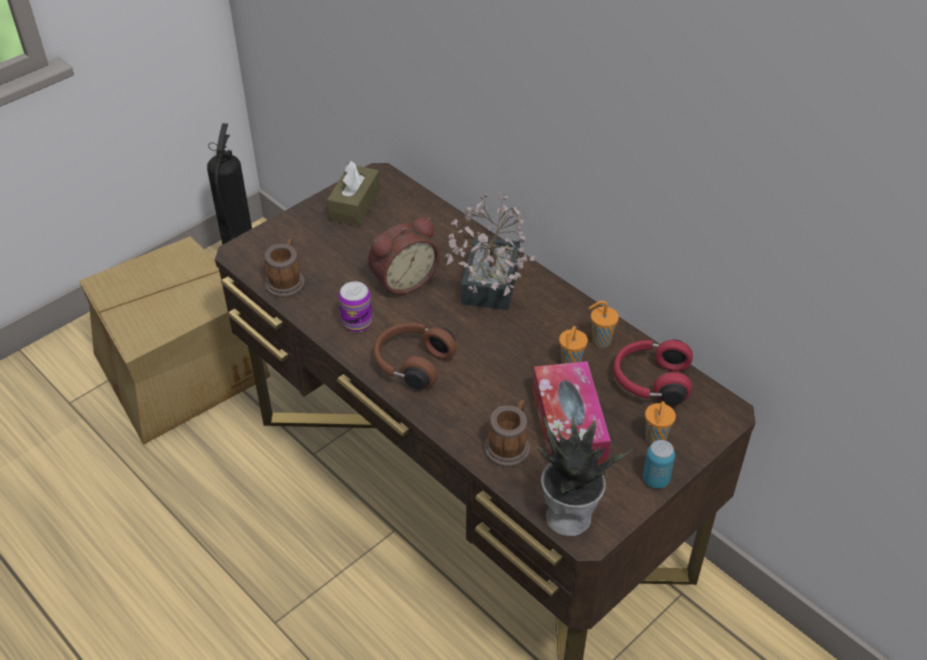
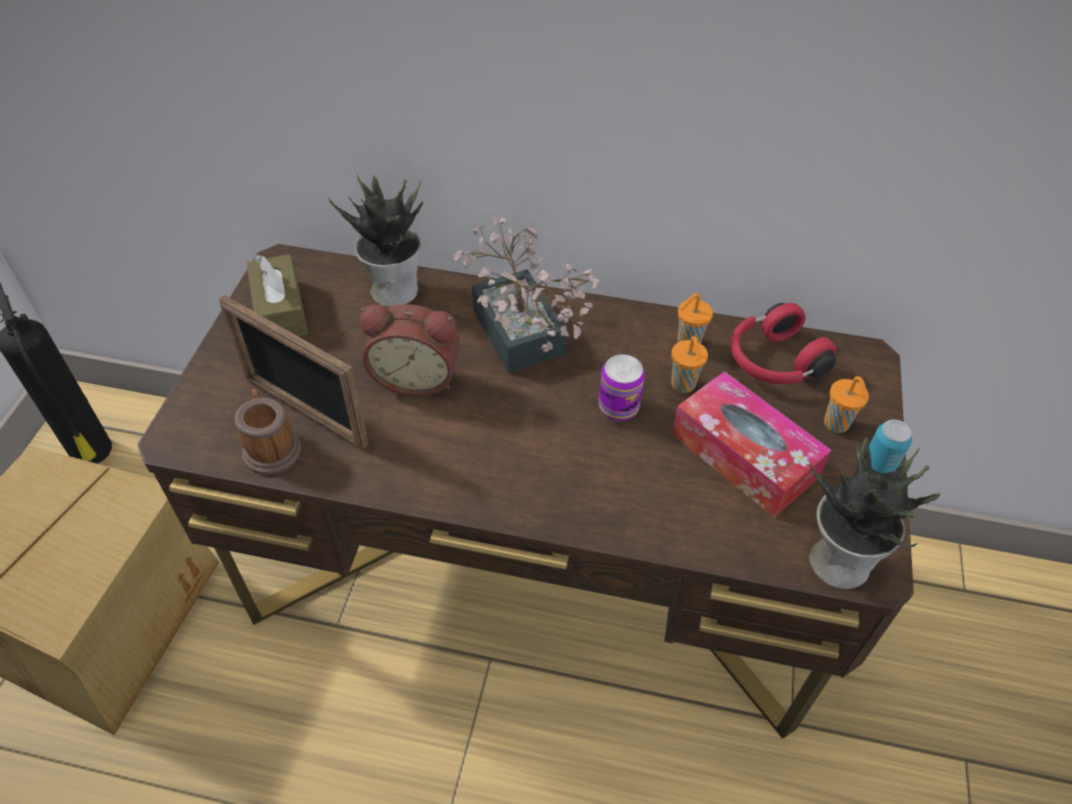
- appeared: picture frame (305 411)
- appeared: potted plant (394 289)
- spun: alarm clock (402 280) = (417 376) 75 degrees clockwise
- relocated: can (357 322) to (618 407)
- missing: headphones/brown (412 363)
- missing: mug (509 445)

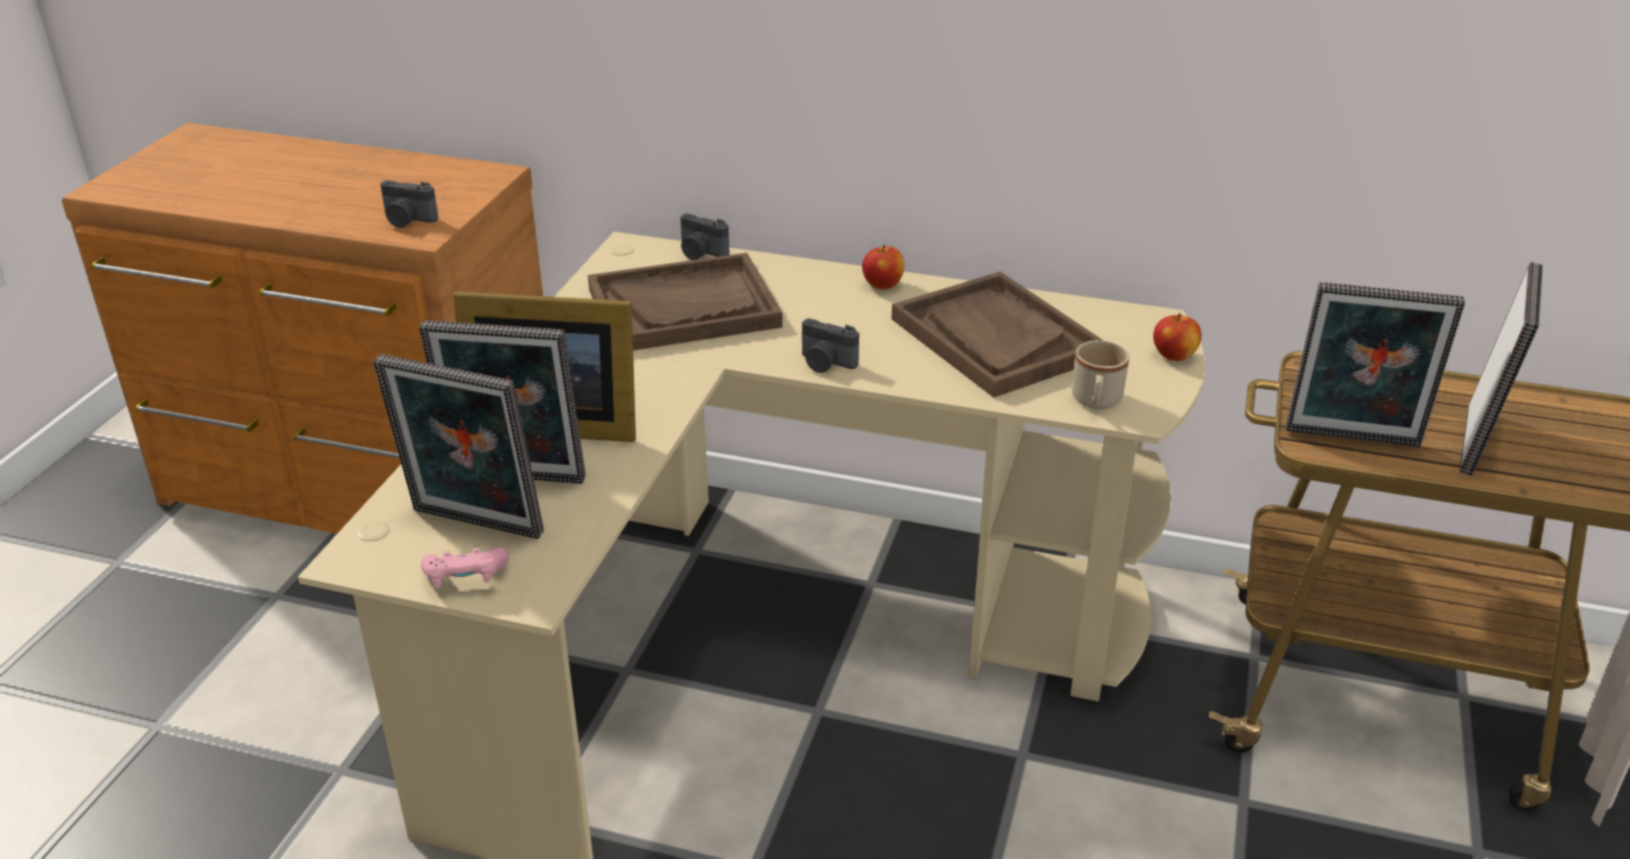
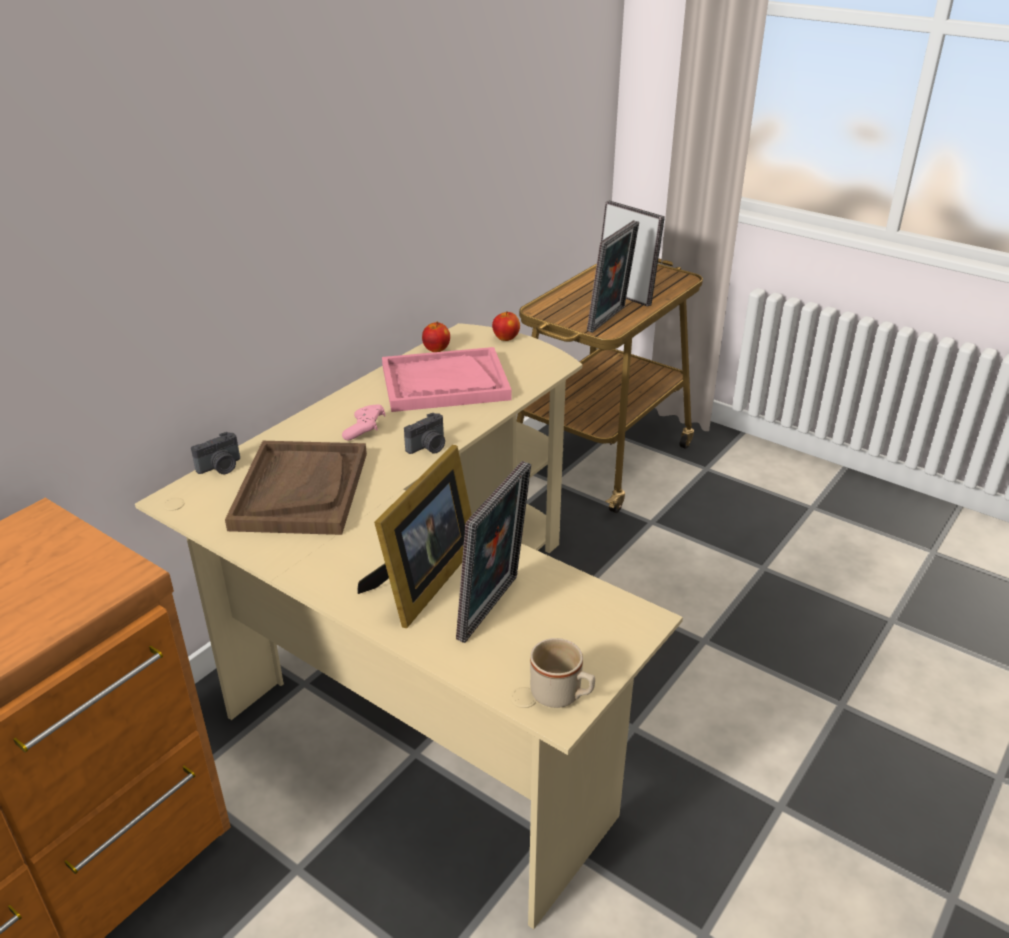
- relocated: game controller/pink (466 580) to (365 430)
- colour: tray/brown (995 338) to tray/pink (444 383)
- relocated: apple (882 285) to (436 349)
- relocated: mug/beige (1096 402) to (562 695)
- missing: picture frame (473 526)
- missing: photo camera (407 220)

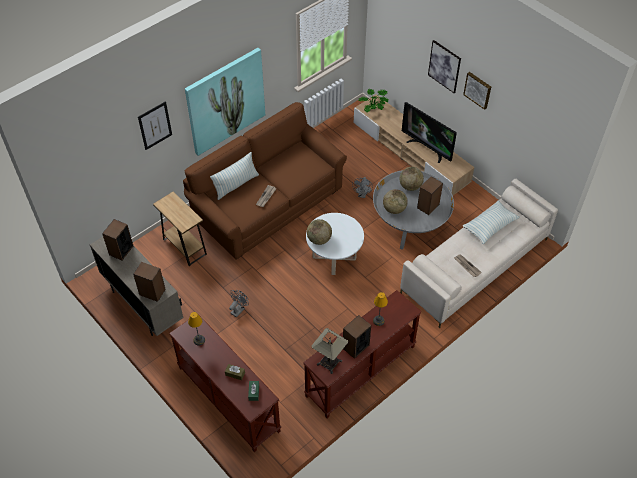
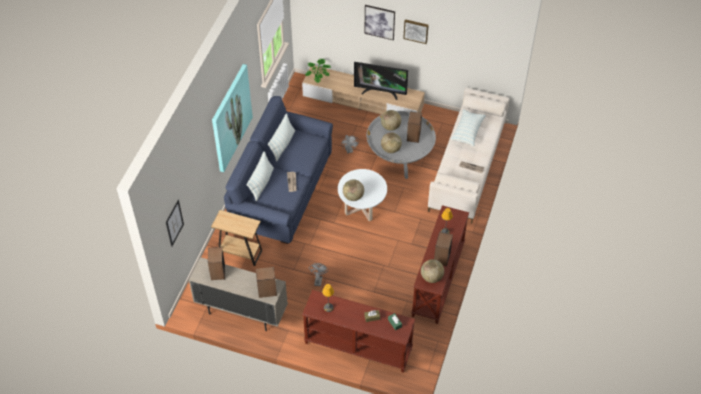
- relocated: picture (155 125) to (174 223)
- colour: sofa/brown (268 205) to sofa/blue (282 190)
- appeared: pillow (282 145)
- exchanged: table lamp (329 362) to globe (431 277)

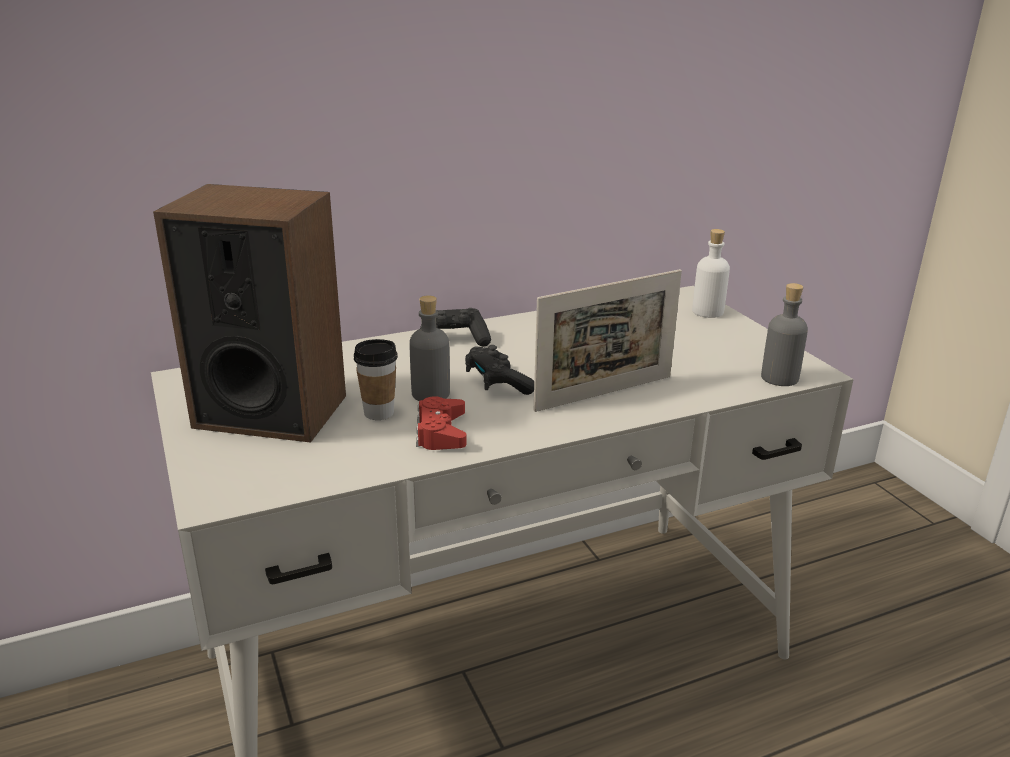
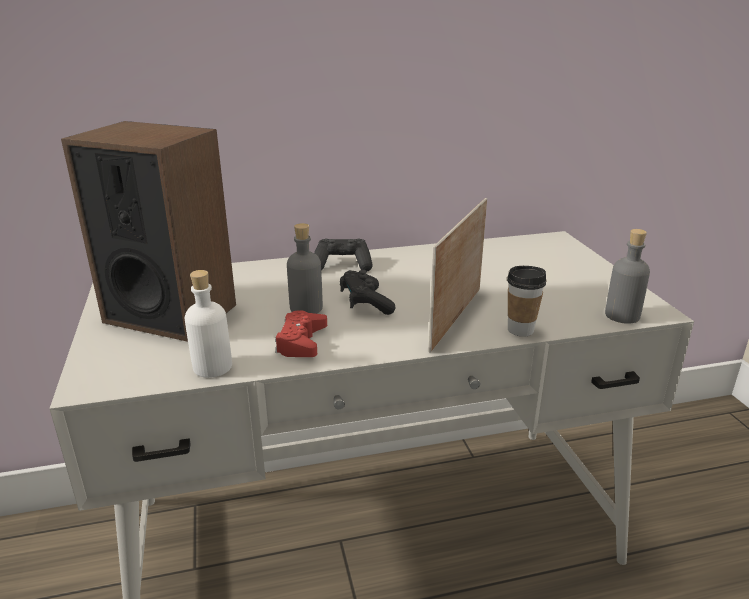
- relocated: bottle/white (707 311) to (212 367)
- spun: picture frame (604 393) = (456 318) 135 degrees clockwise
- relocated: cup (379 413) to (520 330)

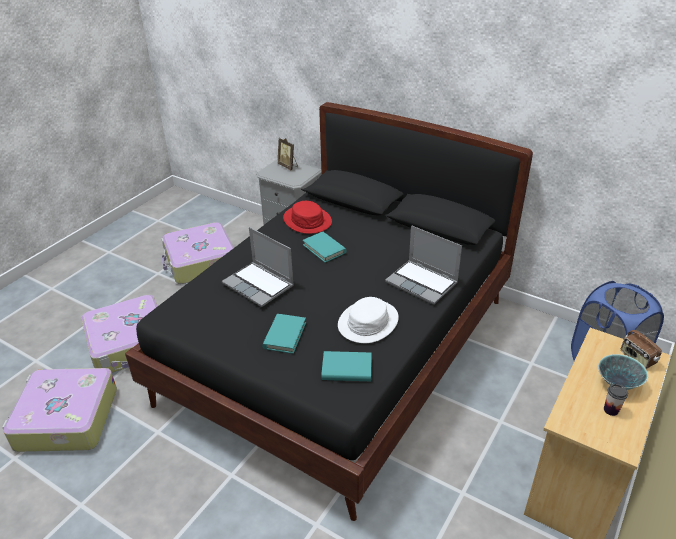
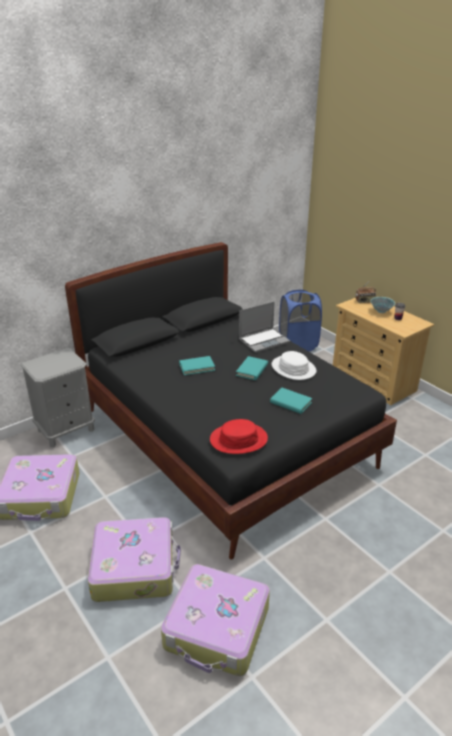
- relocated: hat/red (307 220) to (238 439)
- relocated: book/turquoise (346 369) to (252 370)
- missing: laptop (259 285)
- missing: picture frame (288 166)

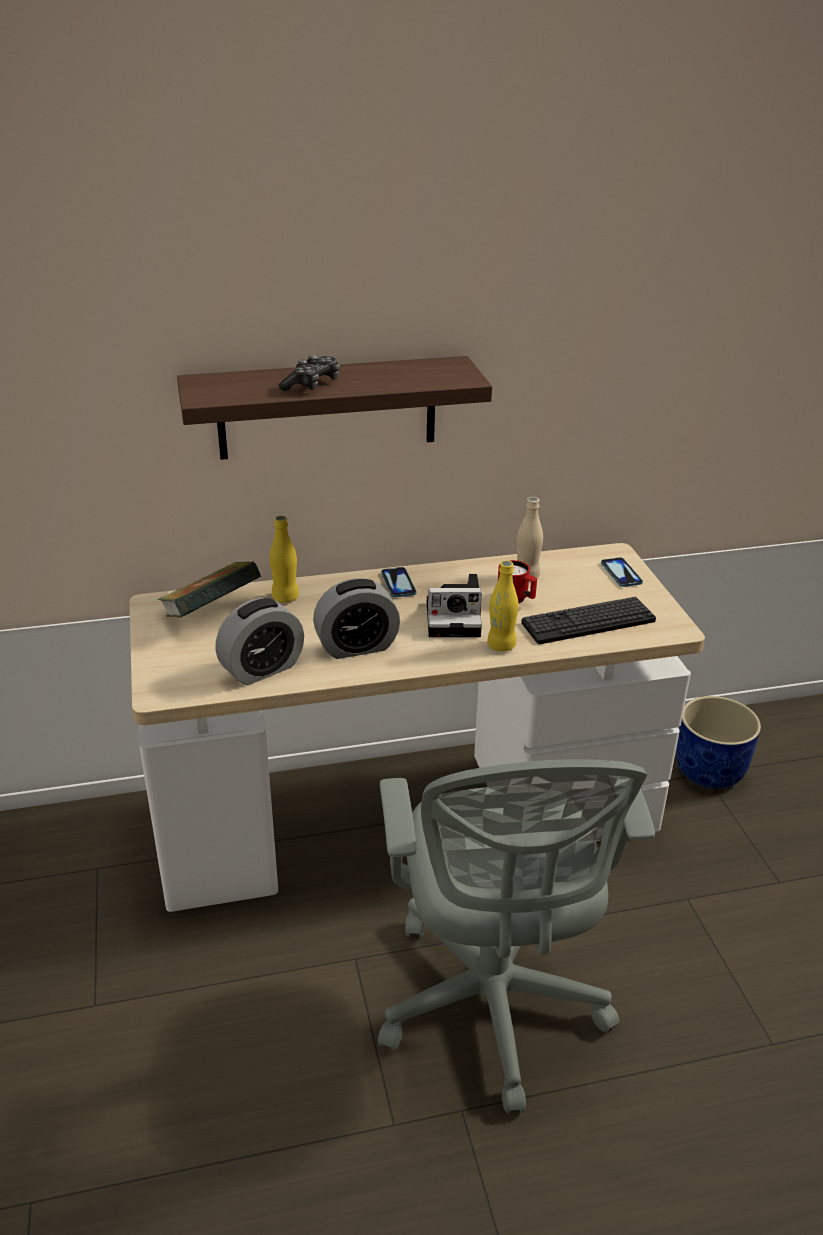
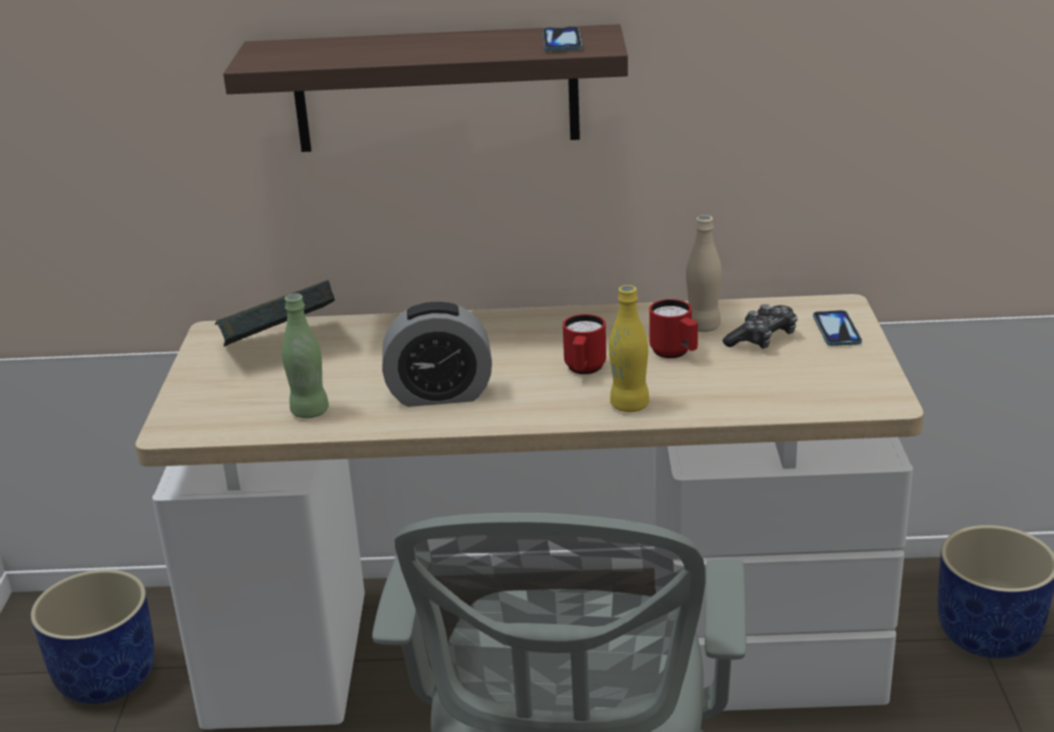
- appeared: planter/blue (107 677)
- exchanged: alarm clock (262 669) to bottle/green (309 412)
- relocated: phone (398 583) to (562 41)
- exchanged: photo camera (456 618) to mug/red (584 370)
- relocated: game controller (312 385) to (762 339)
- missing: bottle/yellow (285 597)
- missing: keyboard (588 622)

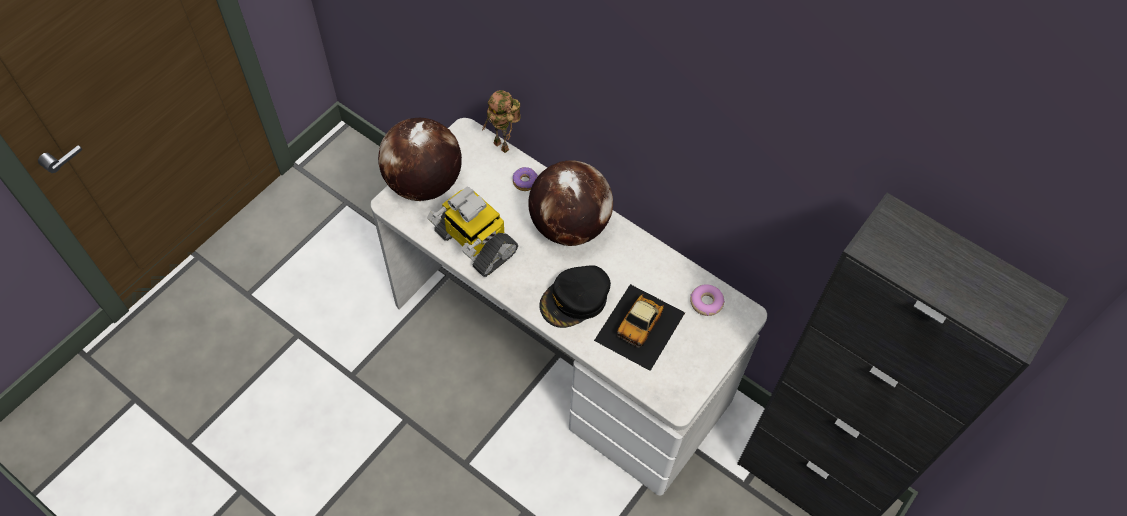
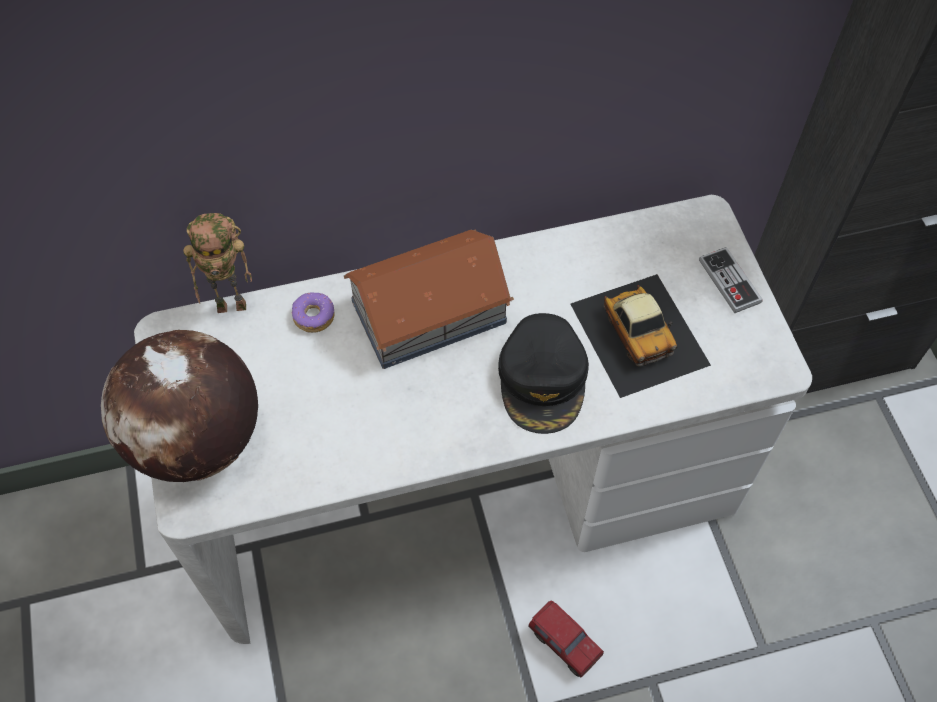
- exchanged: globe (569 225) to toy house (427 311)
- appeared: toy truck (564 644)
- appeared: game controller (729 281)
- missing: toy robot (474 243)
- missing: donut (706 302)

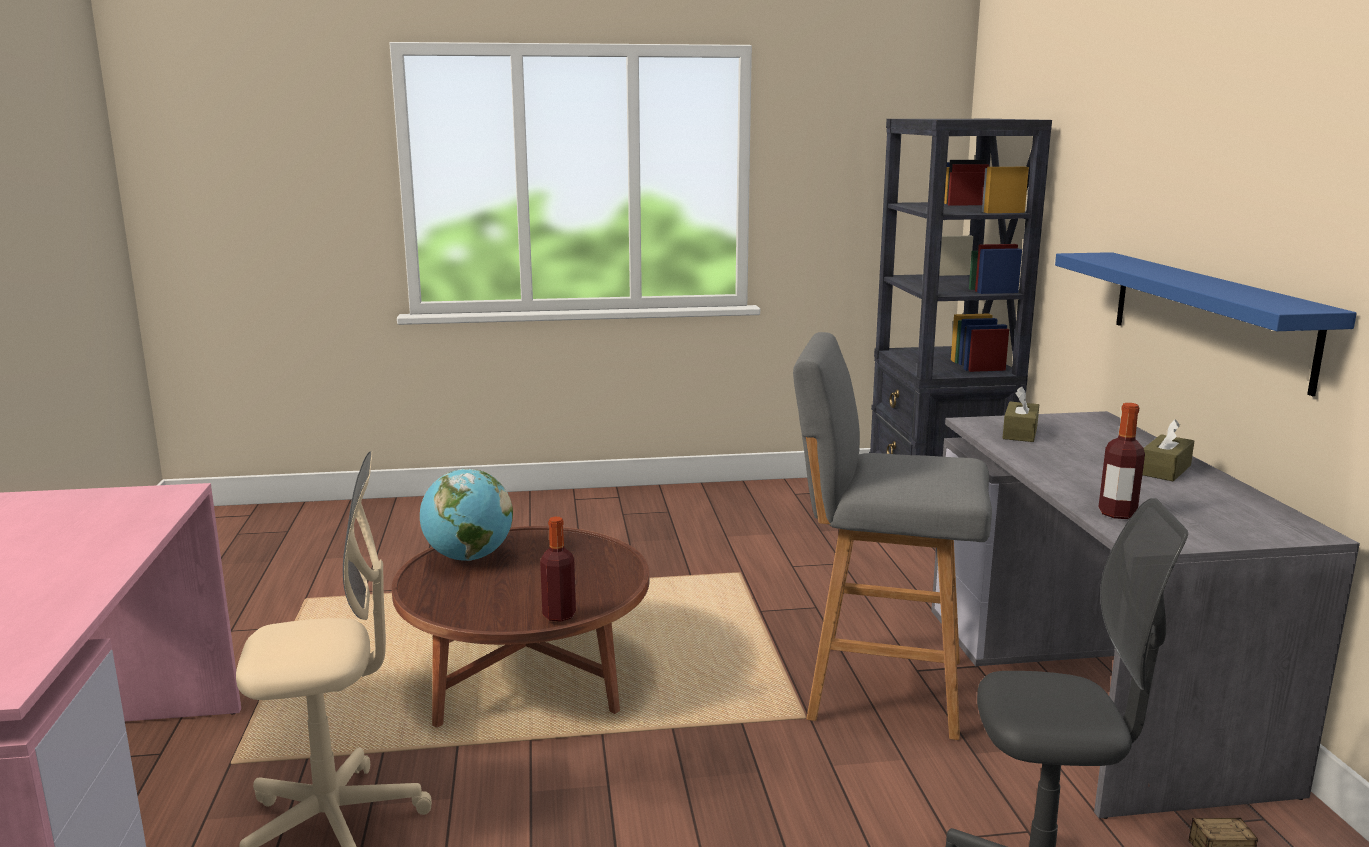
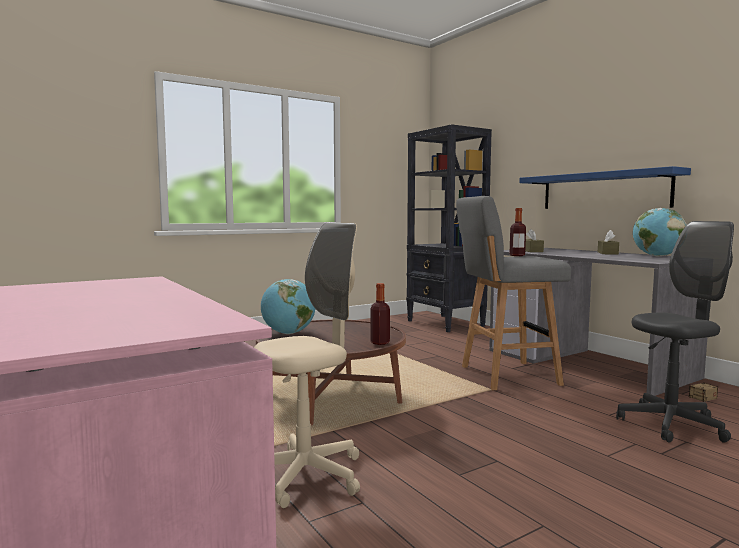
- relocated: bottle (1117 513) to (517 255)
- appeared: globe (657 256)

